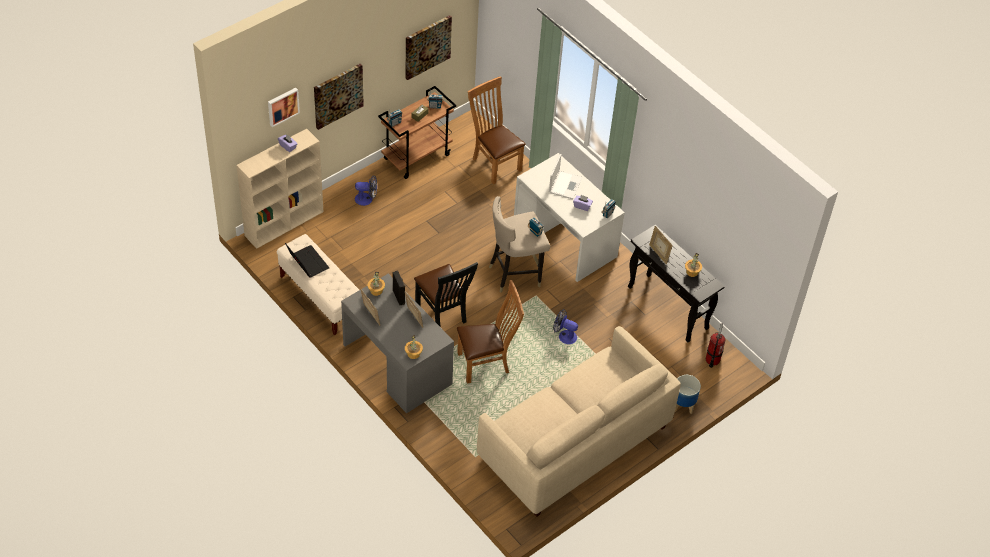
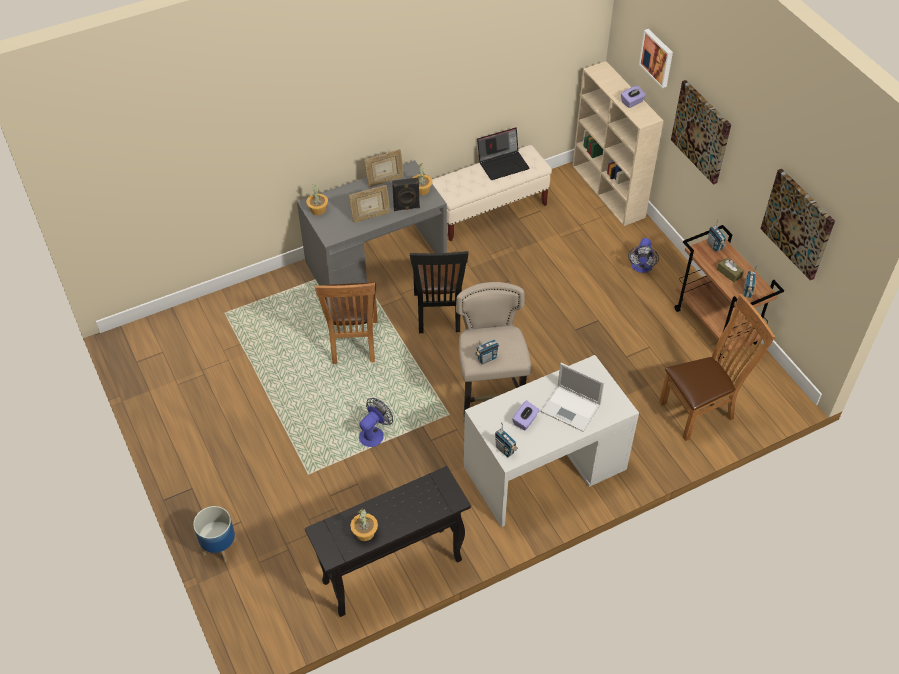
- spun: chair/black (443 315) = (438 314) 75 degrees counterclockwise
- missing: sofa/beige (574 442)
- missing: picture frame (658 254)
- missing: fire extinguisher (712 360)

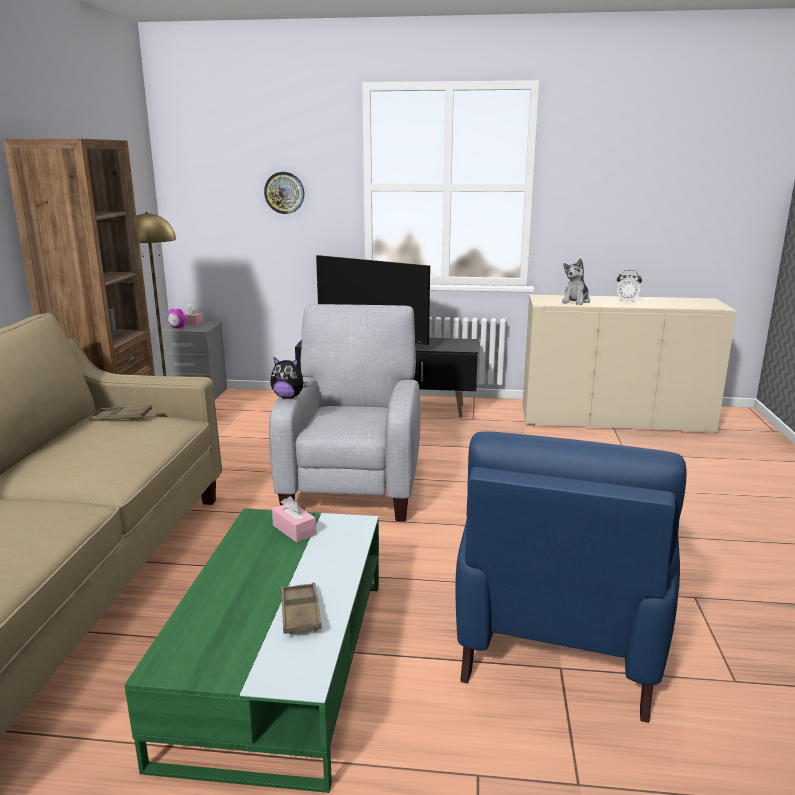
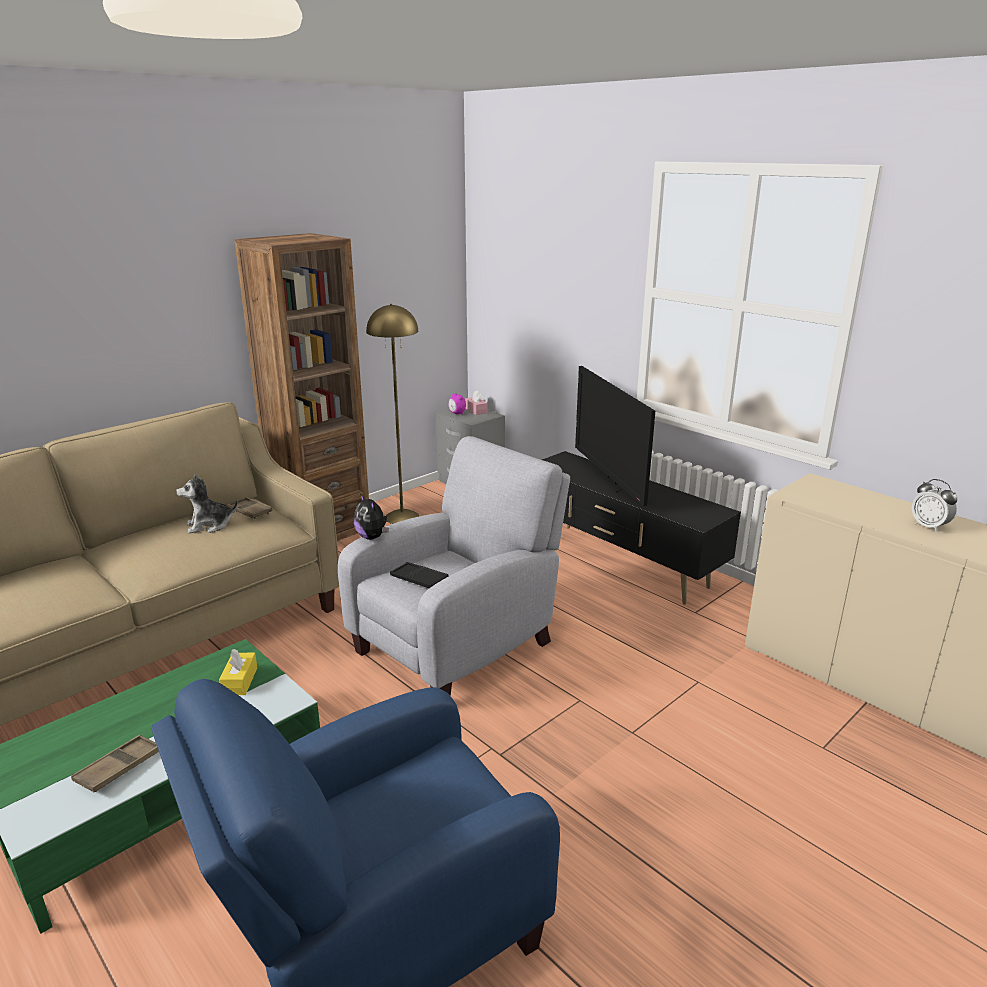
- relocated: plush toy (575 301) to (209 525)
- colour: tissue box/pink (294 530) to tissue box/yellow (240 681)
- appeared: tray/black (419 579)
- missing: wall clock (284 192)

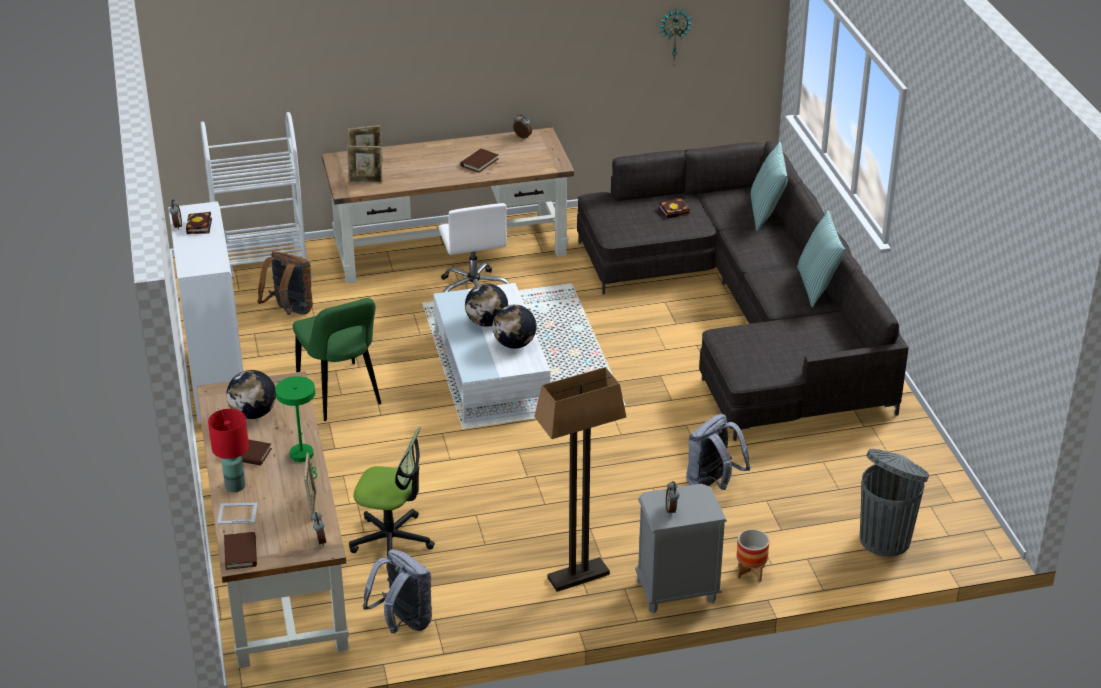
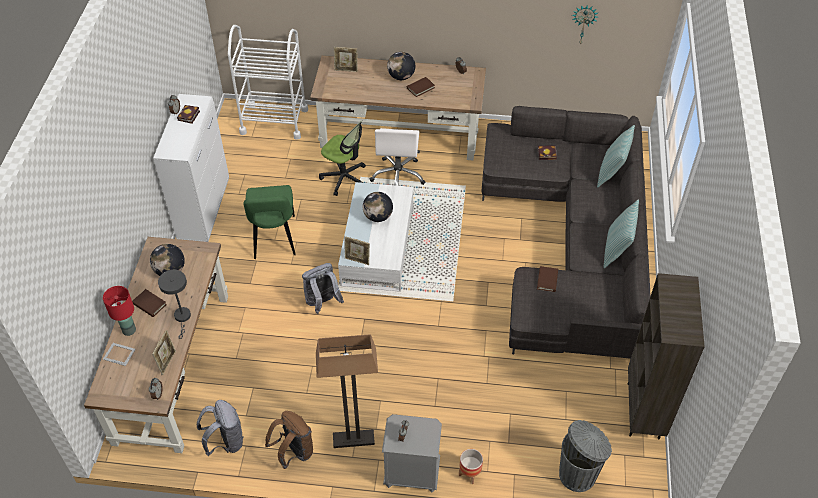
- colour: table lamp/green (303 457) to table lamp/grey (182 318)
- relocated: backpack/brown (290 311) to (294 452)
- relocated: backpack/grey (712 484) to (322 303)
- relocated: office chair (392 541) to (344 178)
- relocated: picture frame (366 182) to (357 260)
- relocated: globe (514 344) to (401 76)
- relocated: book/brown (240 553) to (547 280)
- appeared: bookcase/brown (644 411)

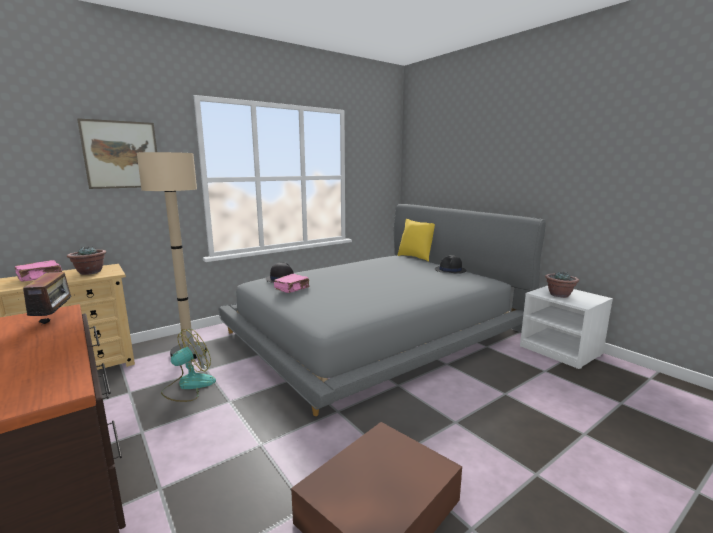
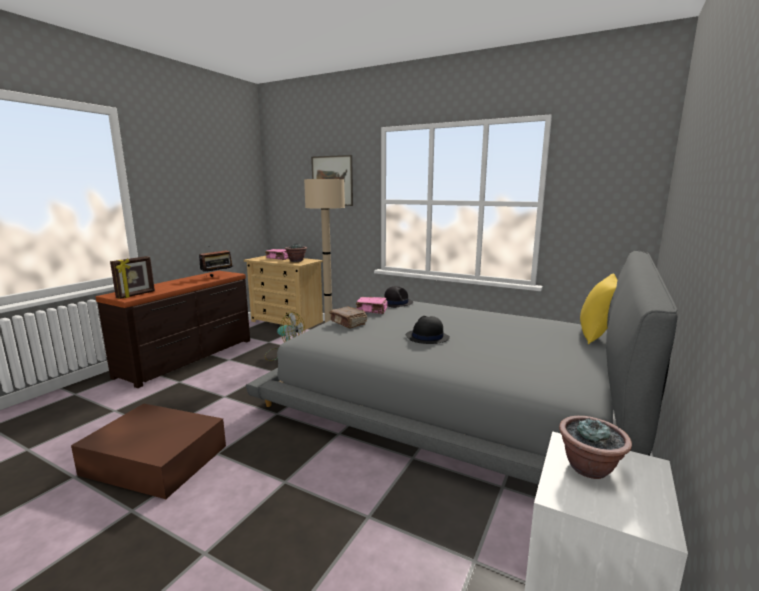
- appeared: picture frame (136 295)
- appeared: book/brown (348 323)
- relocated: hat/black (450 270) to (427 337)

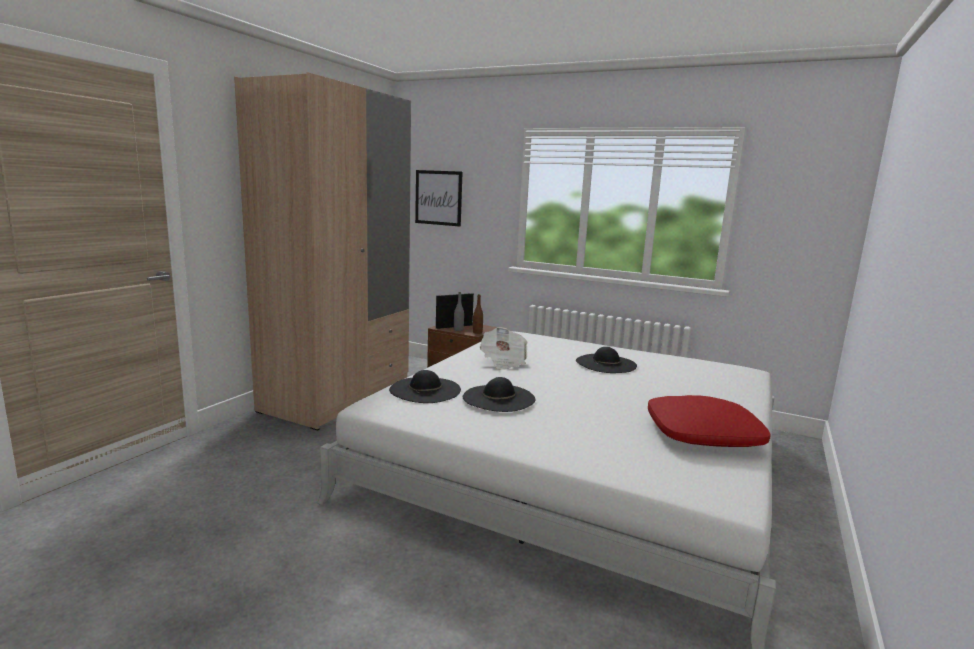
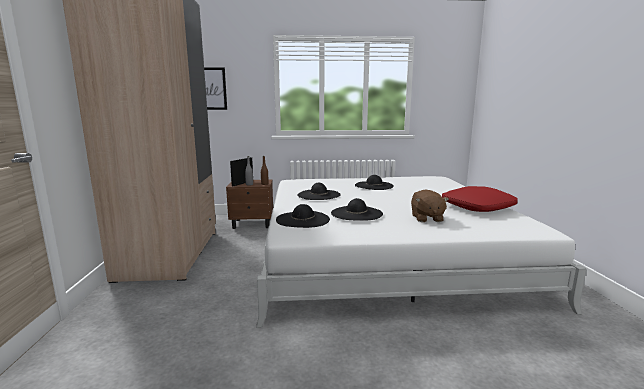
- exchanged: newspaper (503 362) to hat/black (319 195)
- appeared: plush toy/brown (426 218)

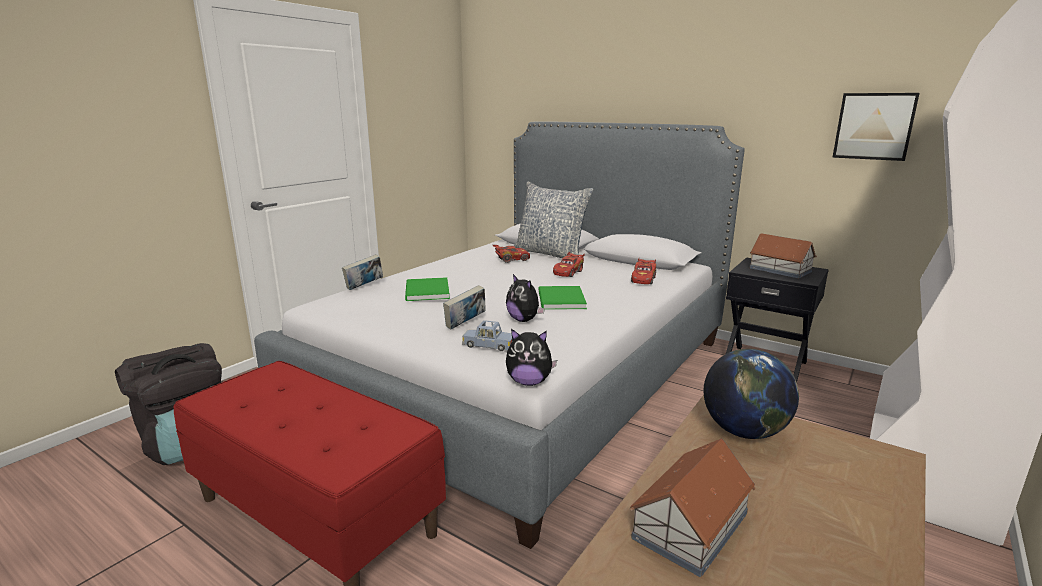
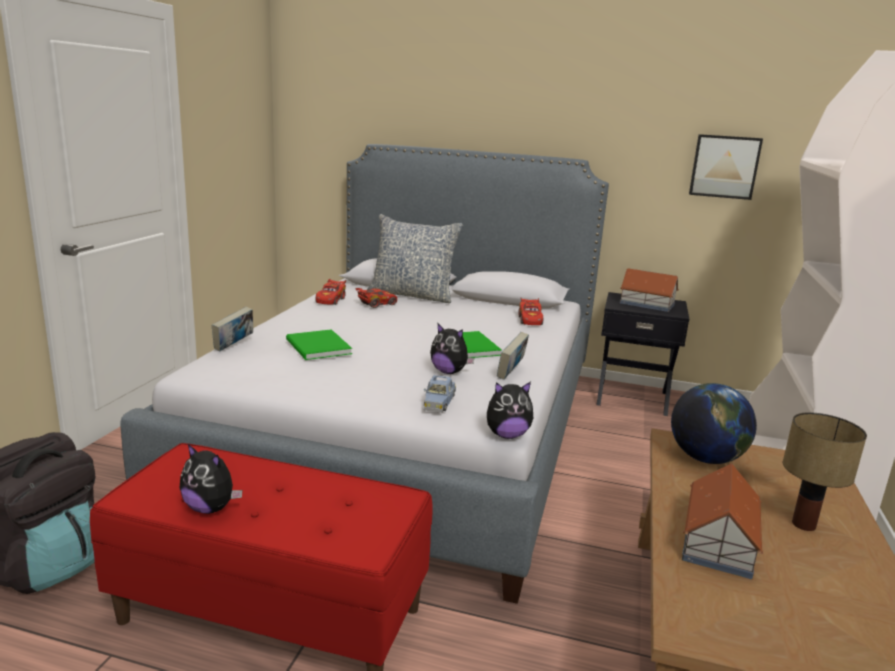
- appeared: plush toy (211 508)
- relocated: toy car/red (568 272) to (331 300)
- spun: toy car/blue (489 346) = (439 402) 75 degrees counterclockwise
- relocated: book (465 324) to (511 373)
- appeared: table lamp (803 524)

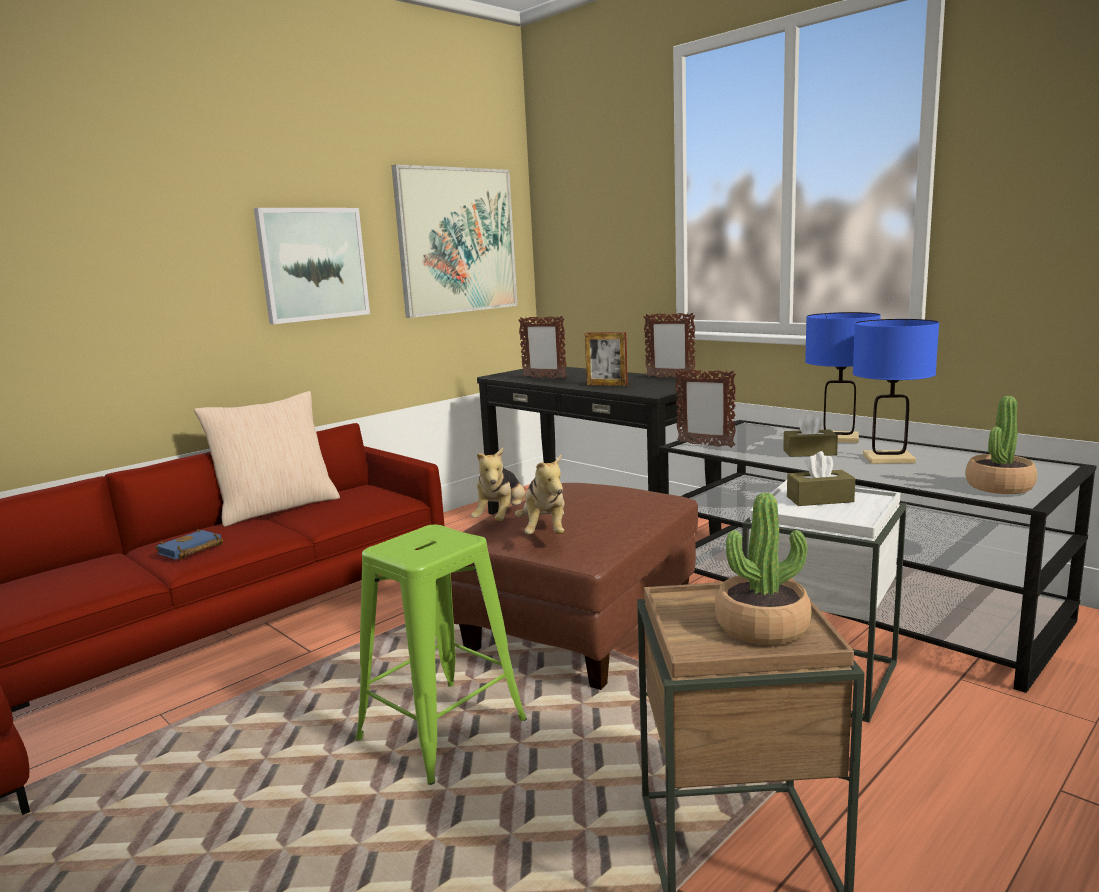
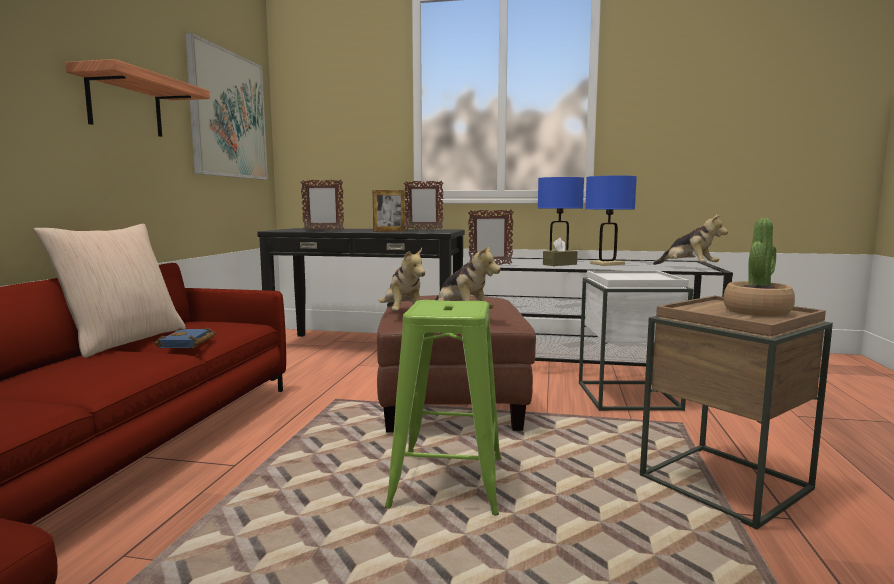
- exchanged: picture (313 264) to shelf (125 105)
- relocated: book/blue (190 550) to (188 343)
- exchanged: potted plant (999 486) to plush toy (688 267)
- missing: tissue box/brown (820 499)

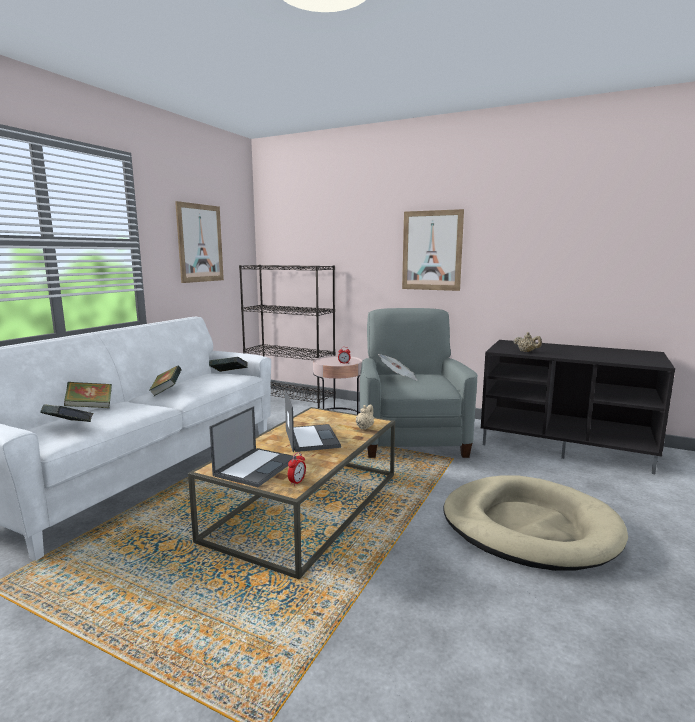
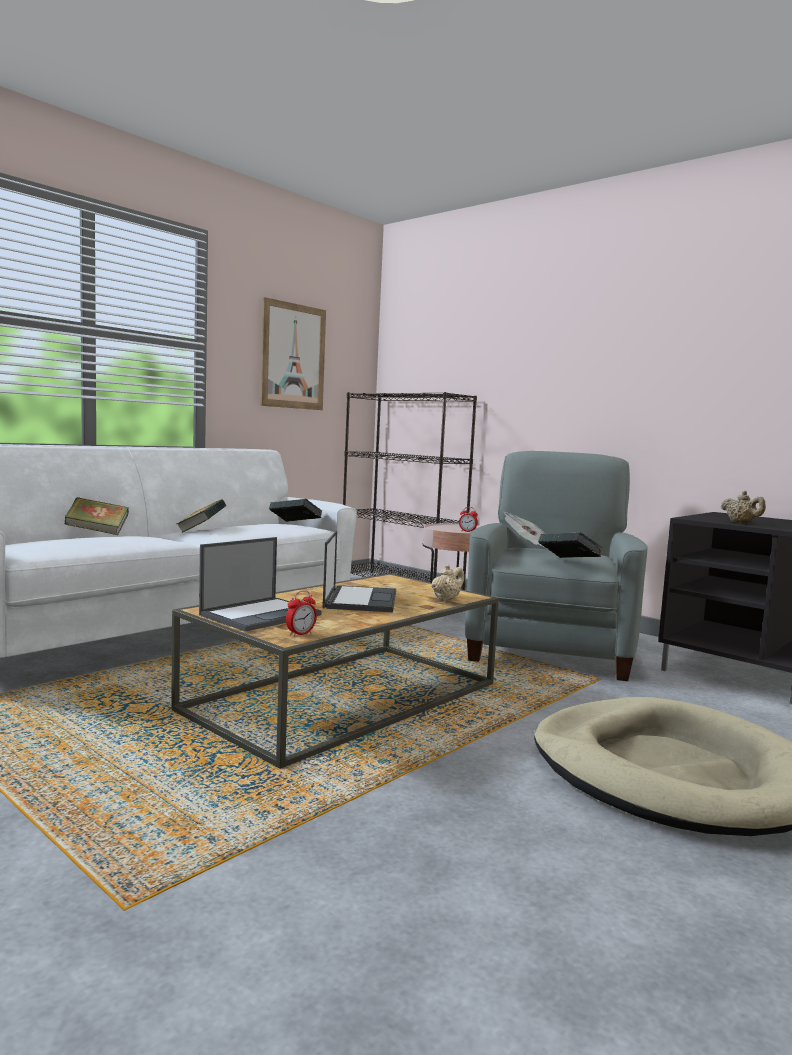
- relocated: book (69 427) to (568 562)
- missing: picture (432 250)

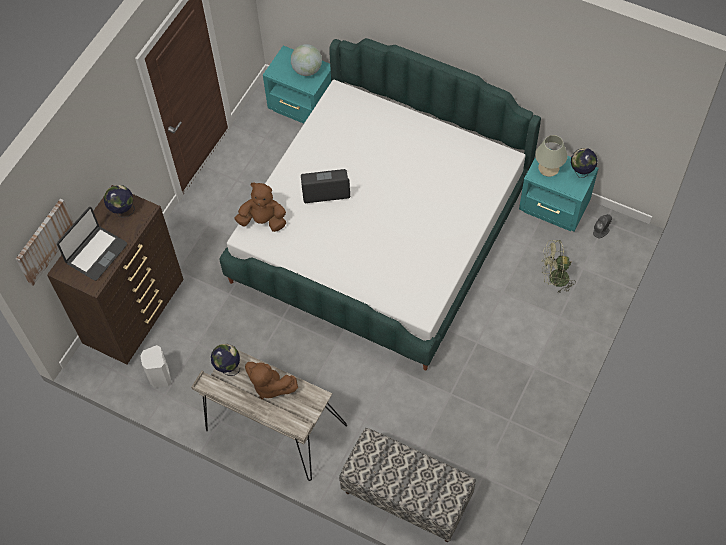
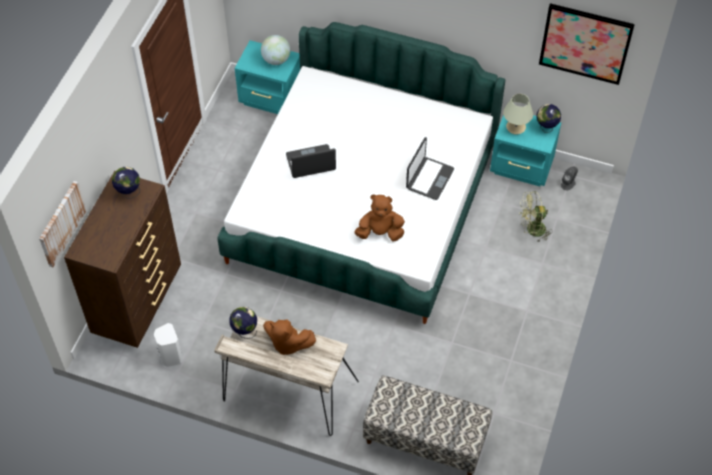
- relocated: plush toy/brown (263 221) to (380 232)
- relocated: laptop (96 253) to (429 178)
- appeared: picture (585 43)

